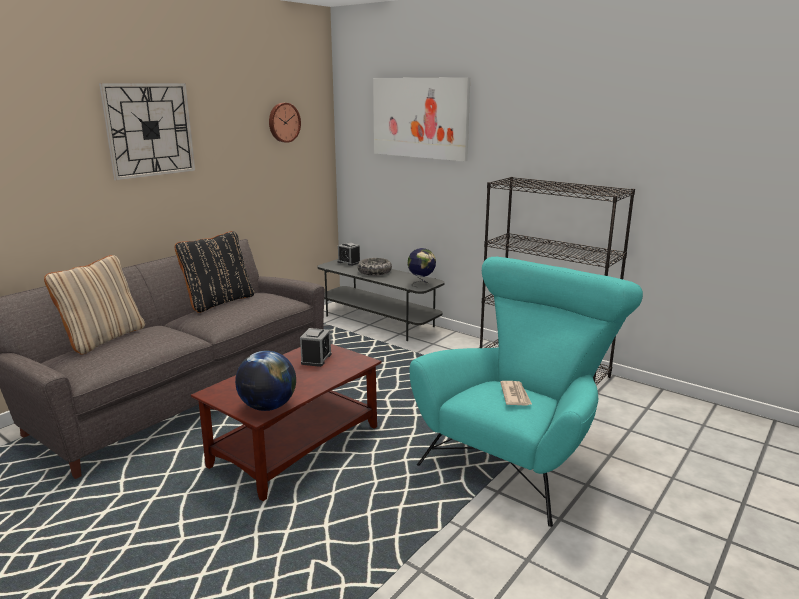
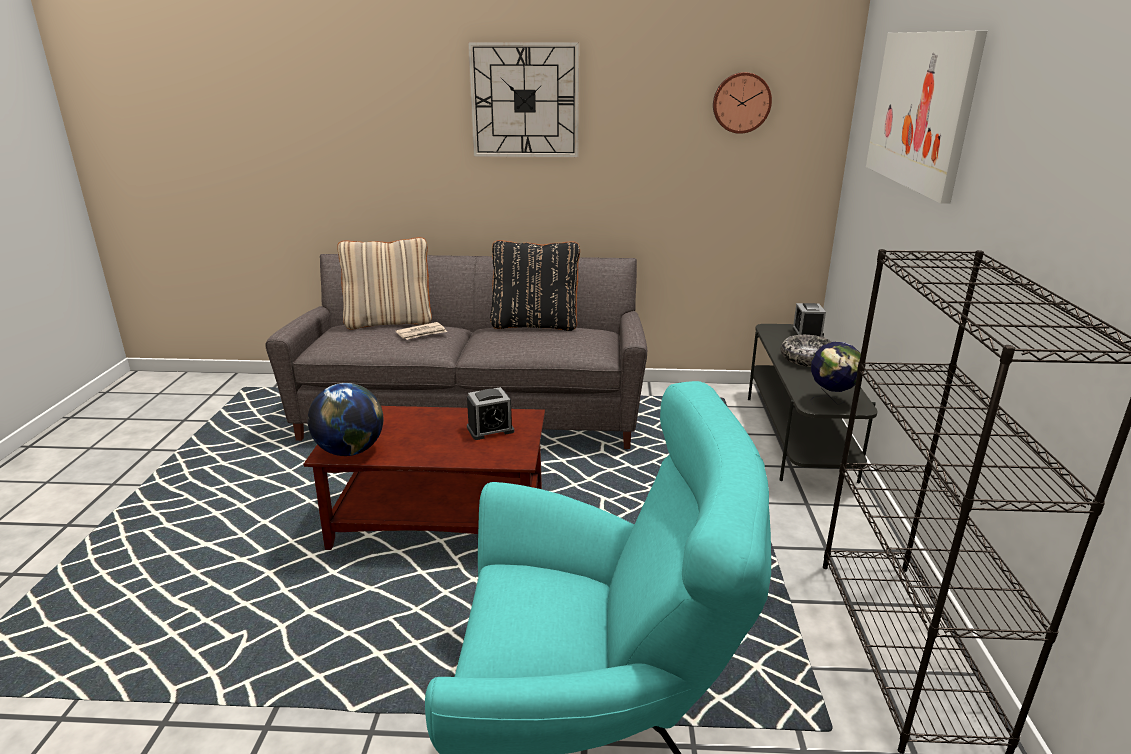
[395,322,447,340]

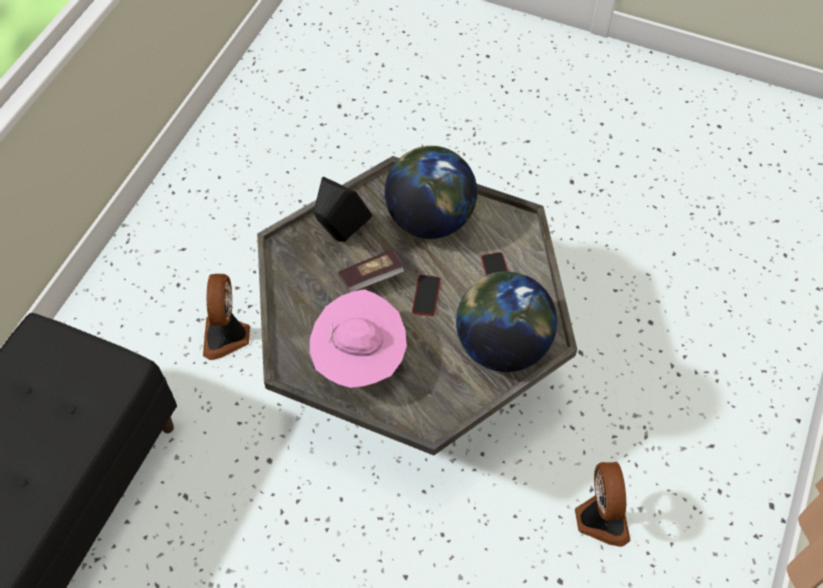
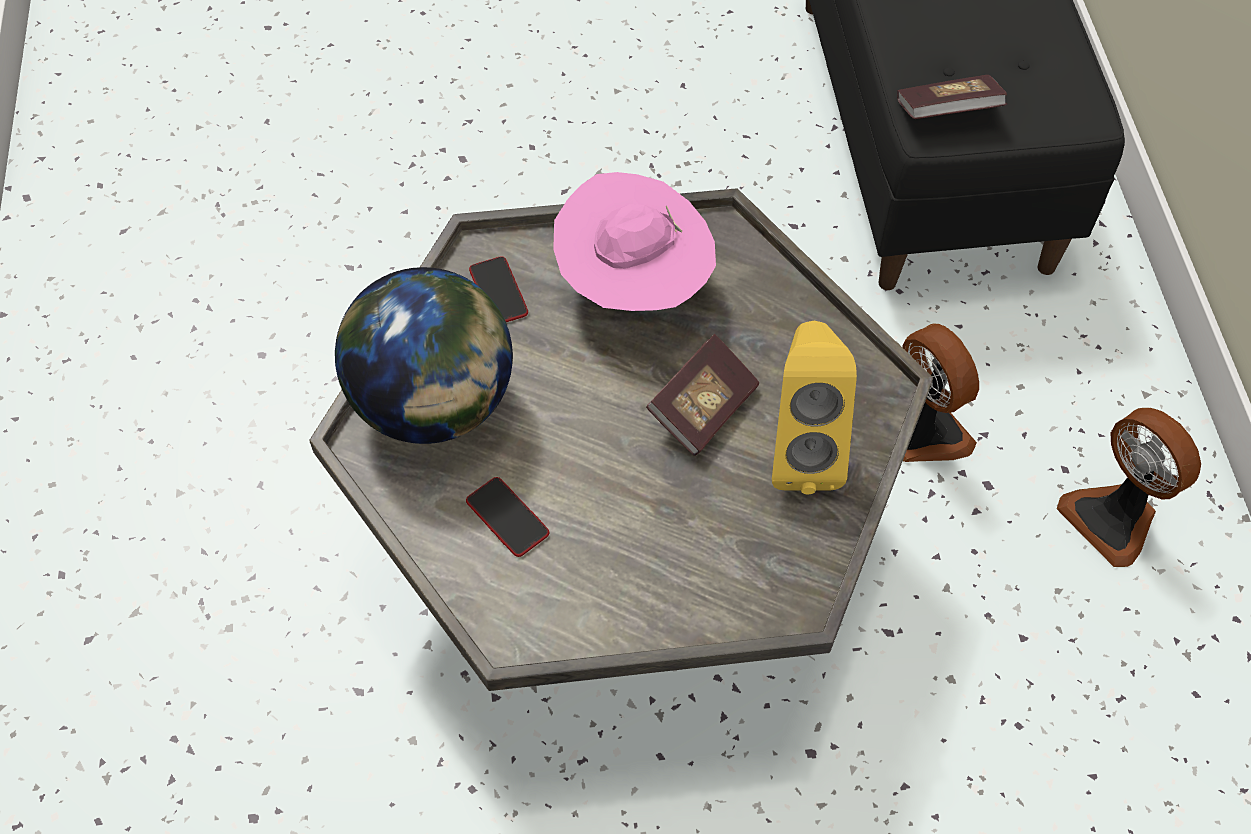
[385,146,477,239] (first image)
[897,75,1008,119]
[469,256,528,322]
[1057,408,1201,567]
[772,321,857,494]

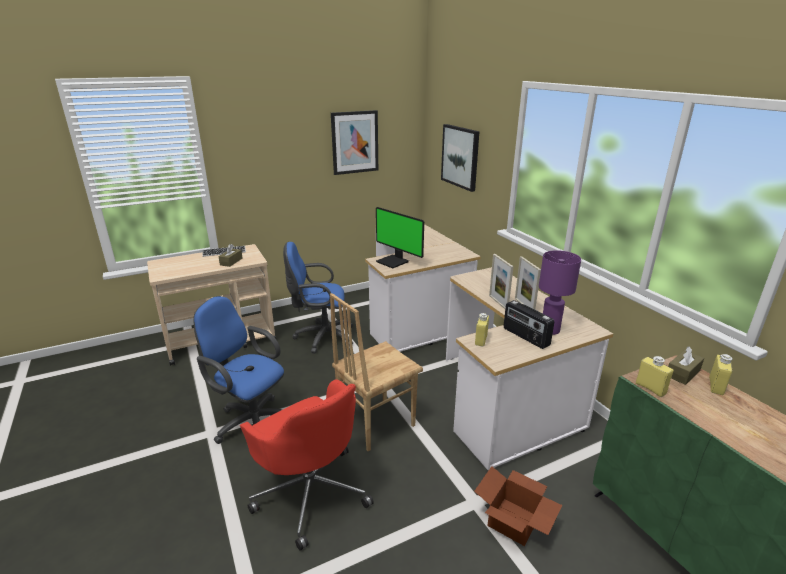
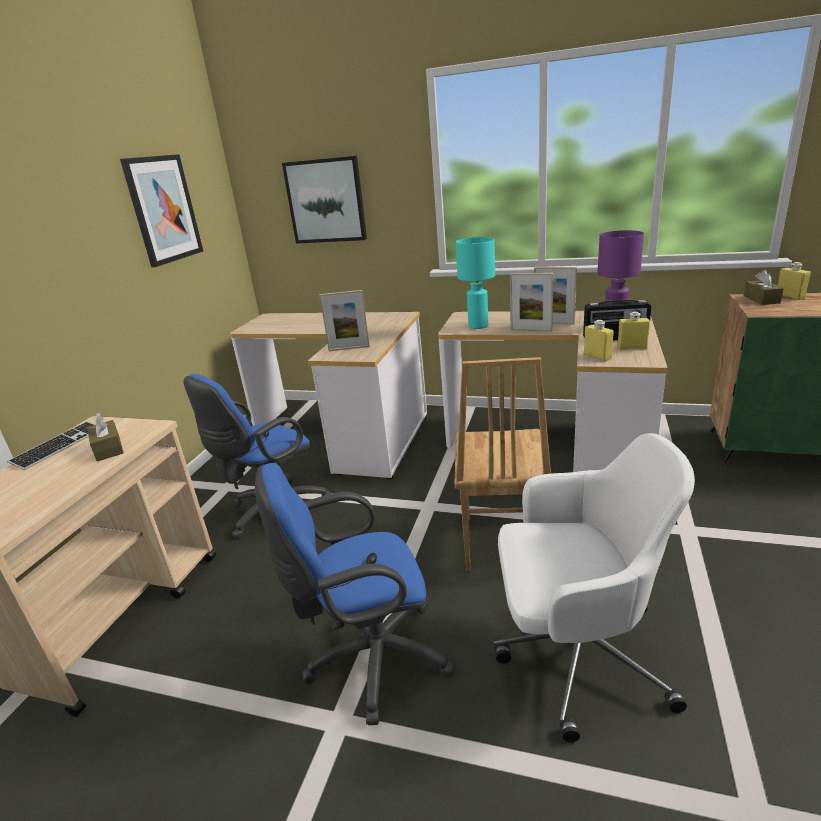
[474,466,562,546] (first image)
[456,237,495,329]
[617,312,650,350]
[320,290,370,351]
[494,433,695,743]

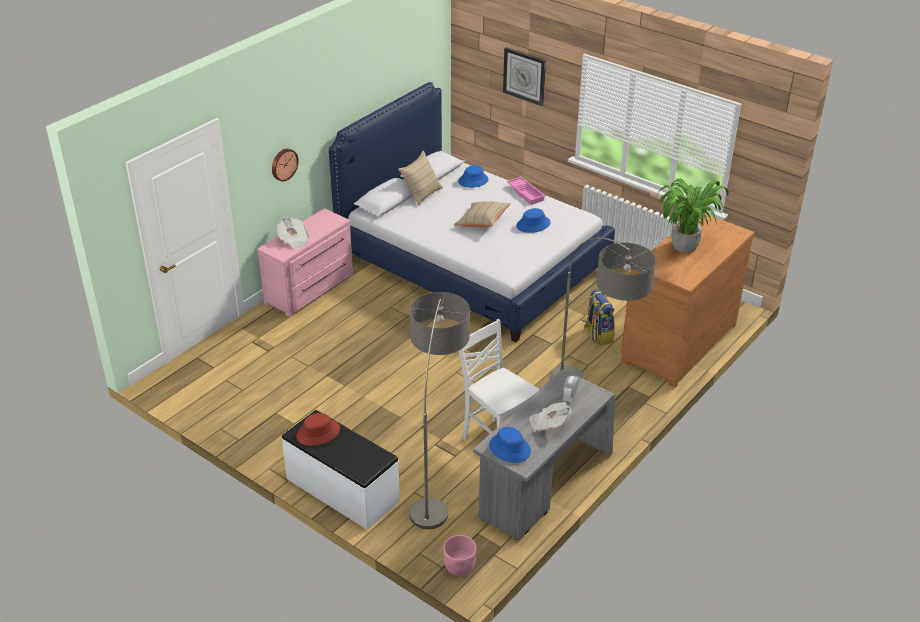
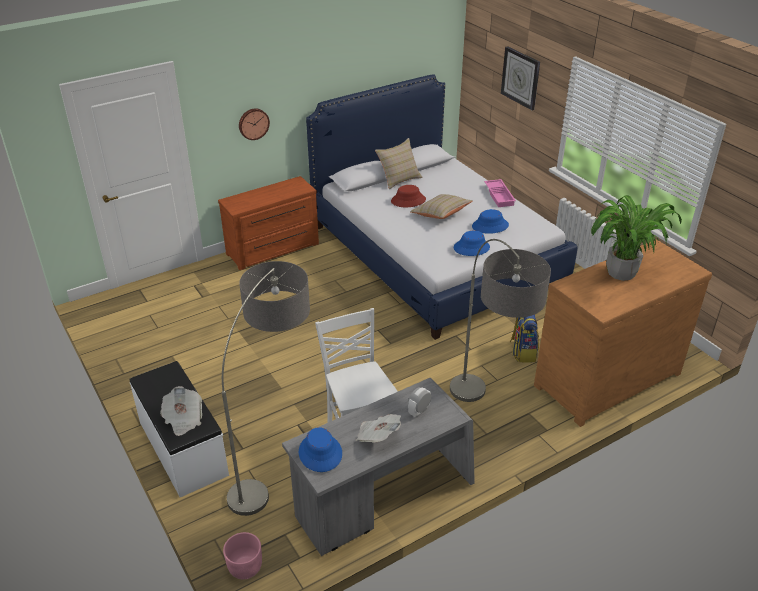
[160,386,202,436]
[391,185,426,207]
[454,231,490,256]
[218,176,319,270]

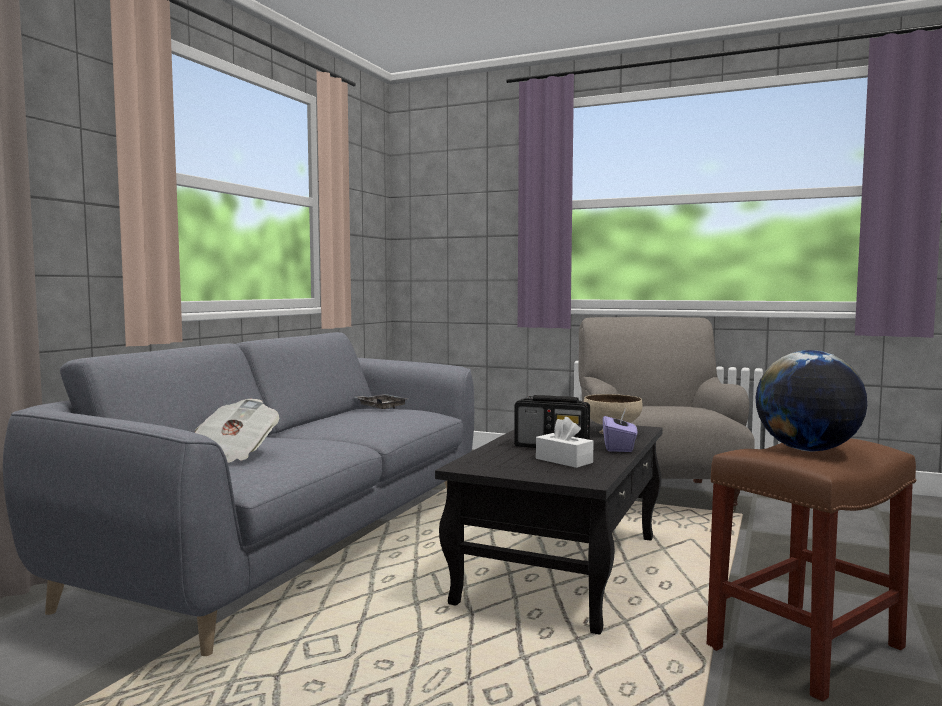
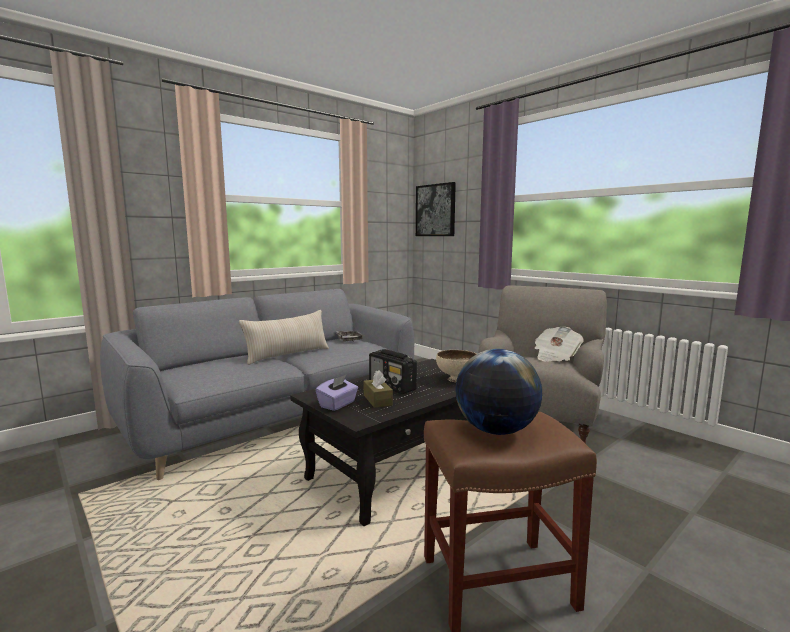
[239,310,329,365]
[416,182,456,236]
[535,327,584,361]
[316,375,358,411]
[364,370,393,408]

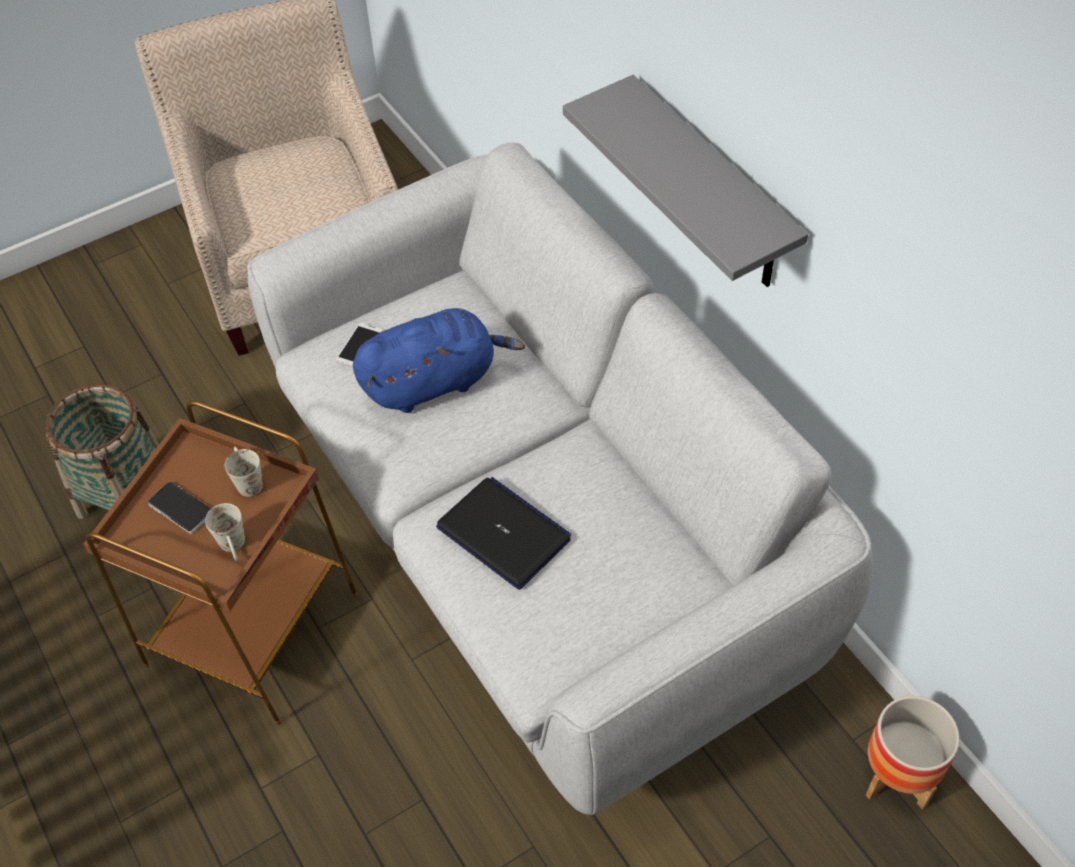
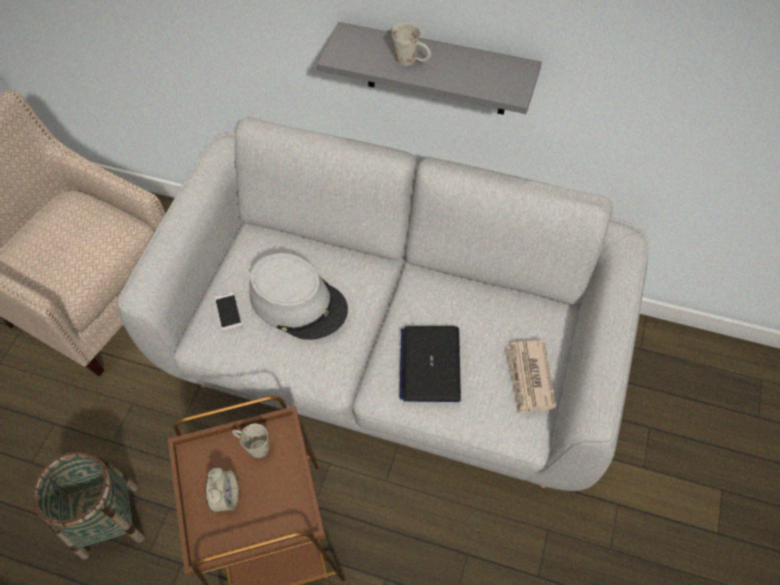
[866,696,960,810] (first image)
[505,340,556,414]
[391,23,431,66]
[205,467,239,512]
[249,253,348,340]
[400,326,461,402]

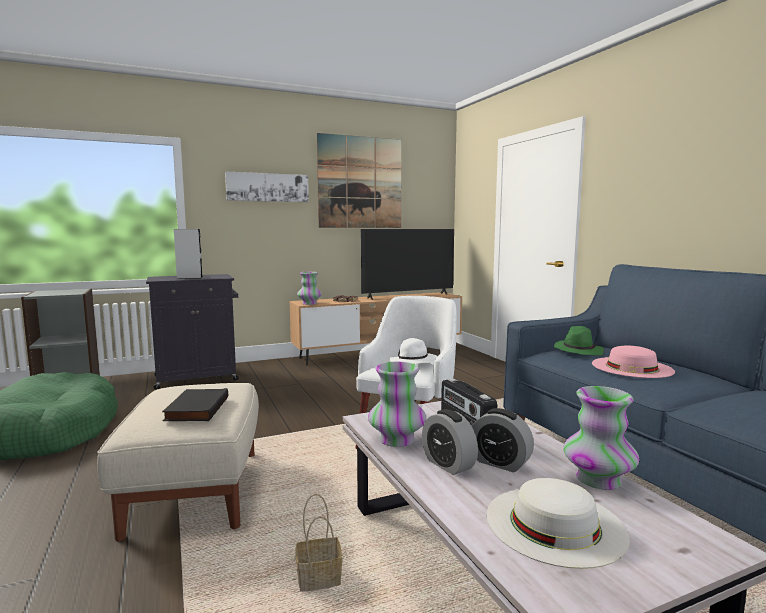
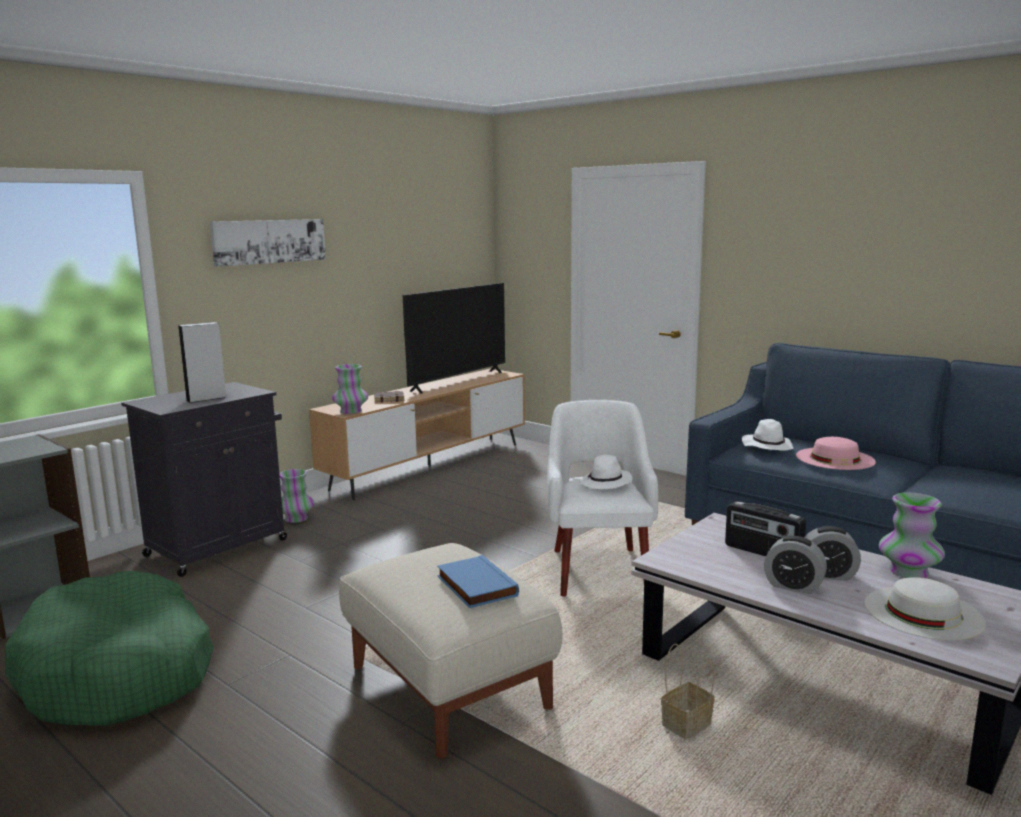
[317,133,402,228] (first image)
[279,469,315,523]
[437,555,519,608]
[742,419,794,451]

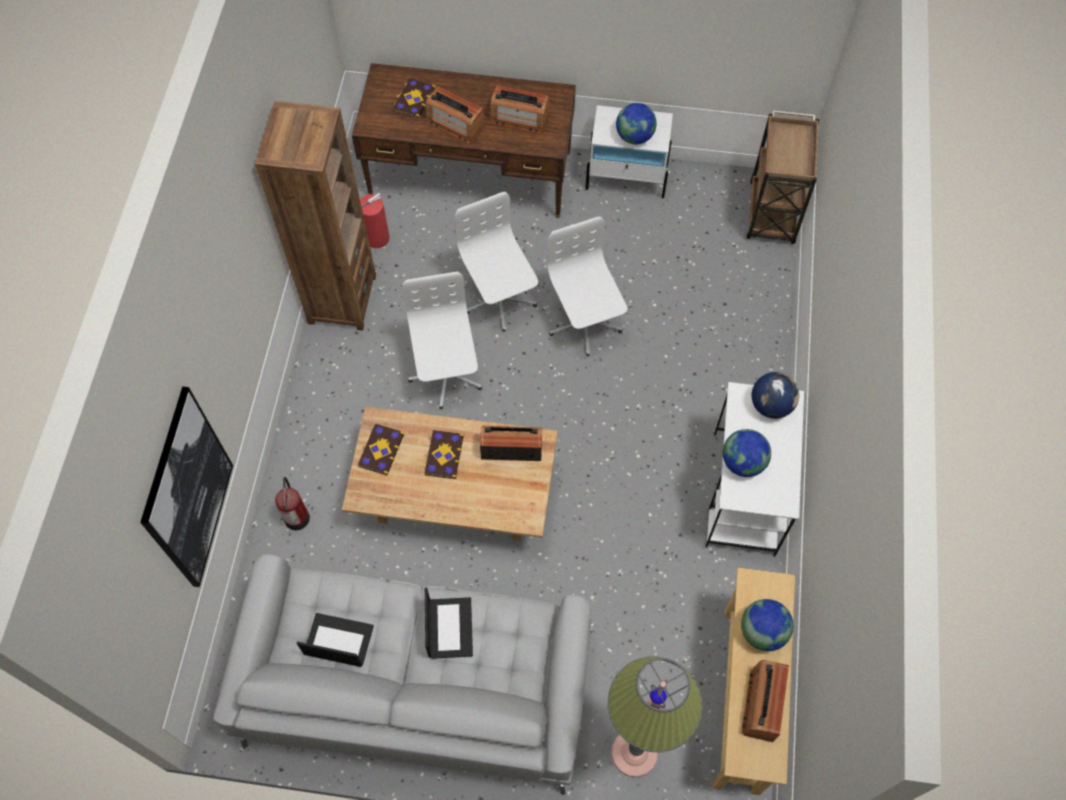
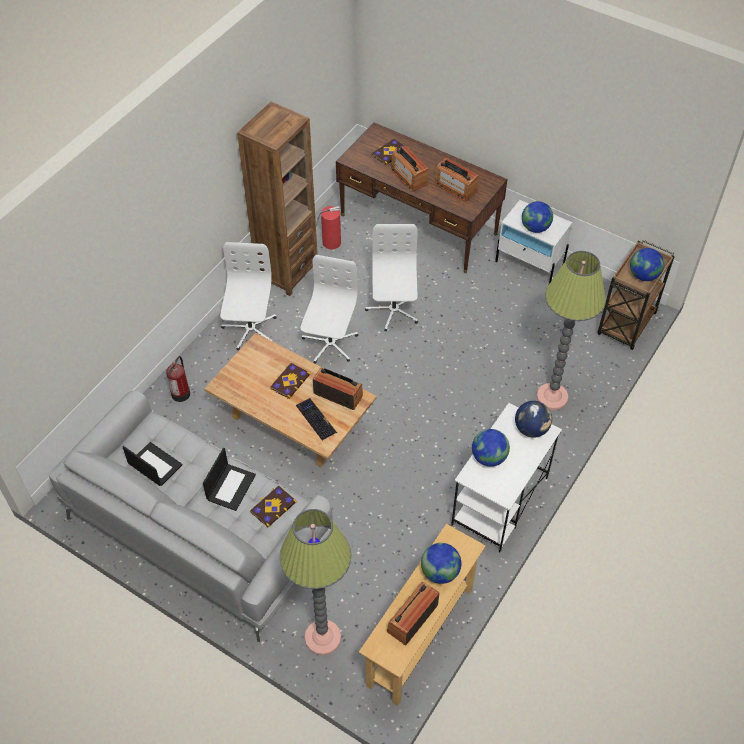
[140,386,233,587] (first image)
[296,398,337,441]
[537,251,606,410]
[630,248,664,281]
[250,486,297,528]
[220,242,277,351]

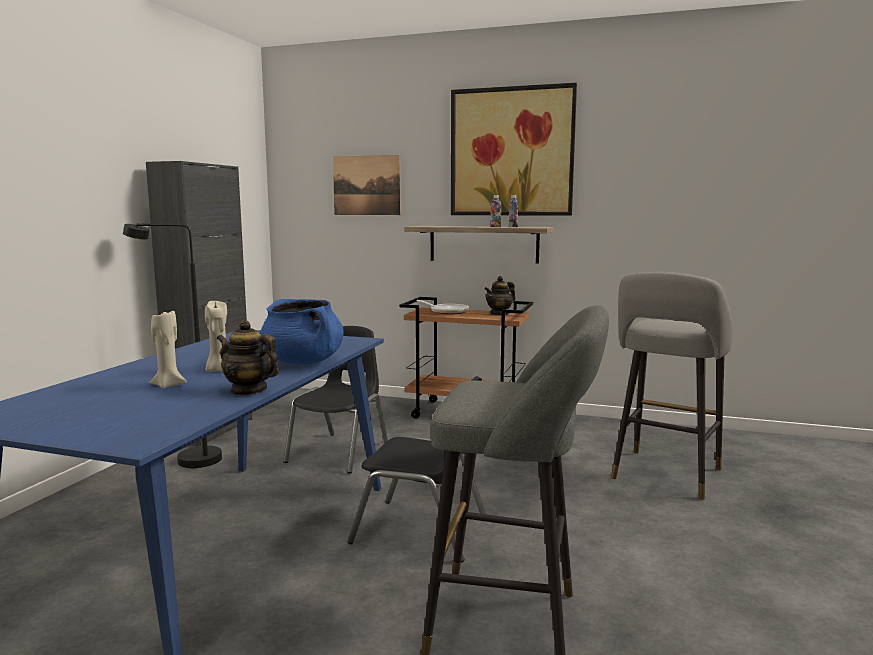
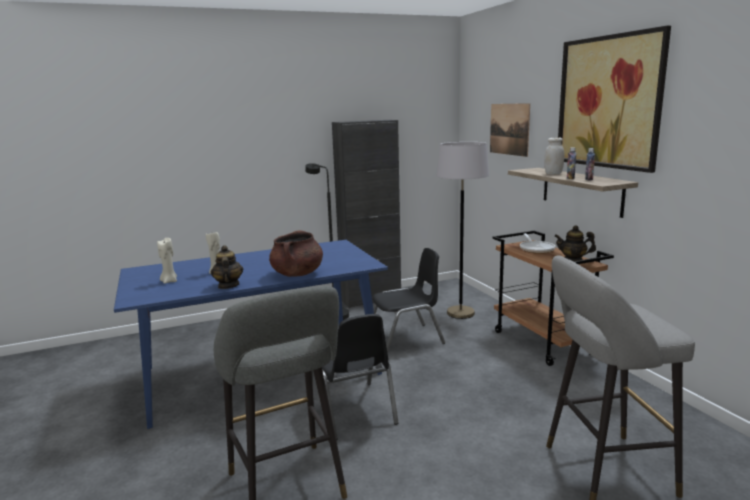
[436,142,489,319]
[544,137,564,174]
[157,238,177,284]
[269,230,323,277]

